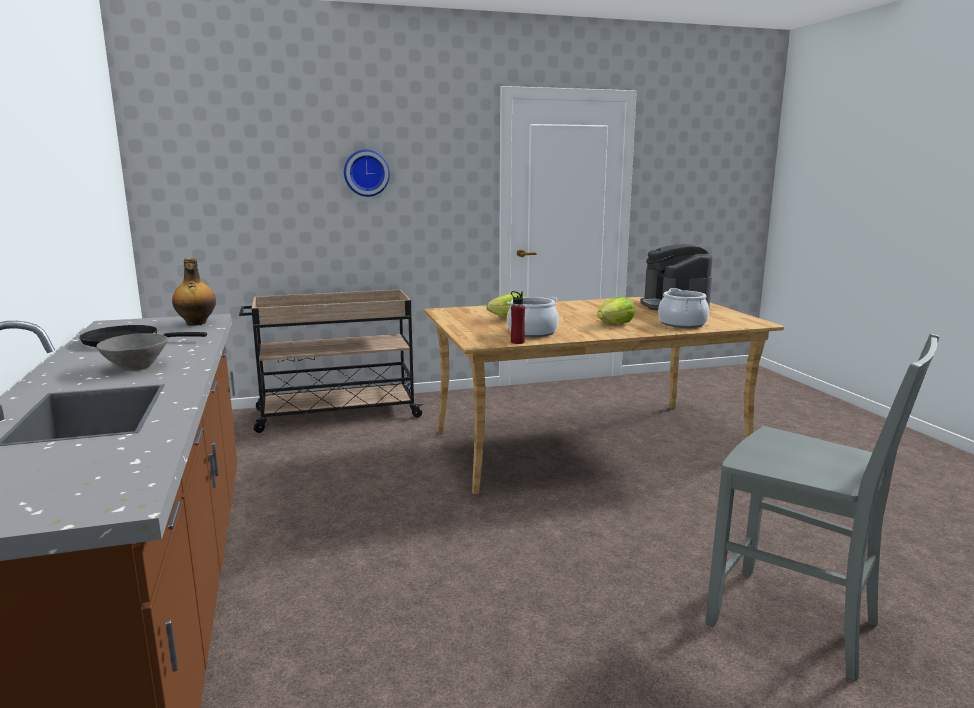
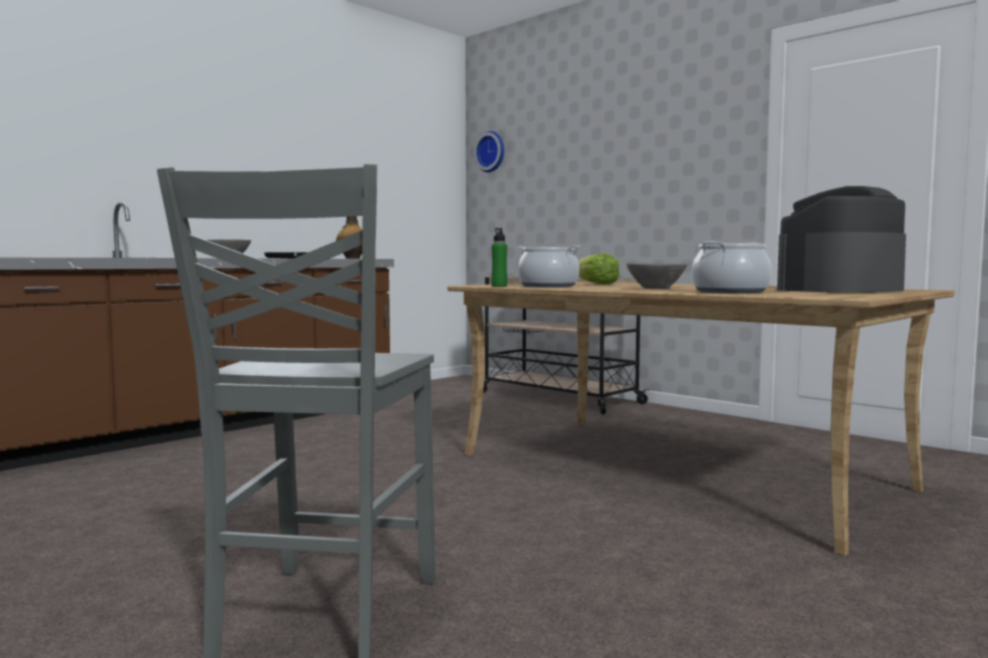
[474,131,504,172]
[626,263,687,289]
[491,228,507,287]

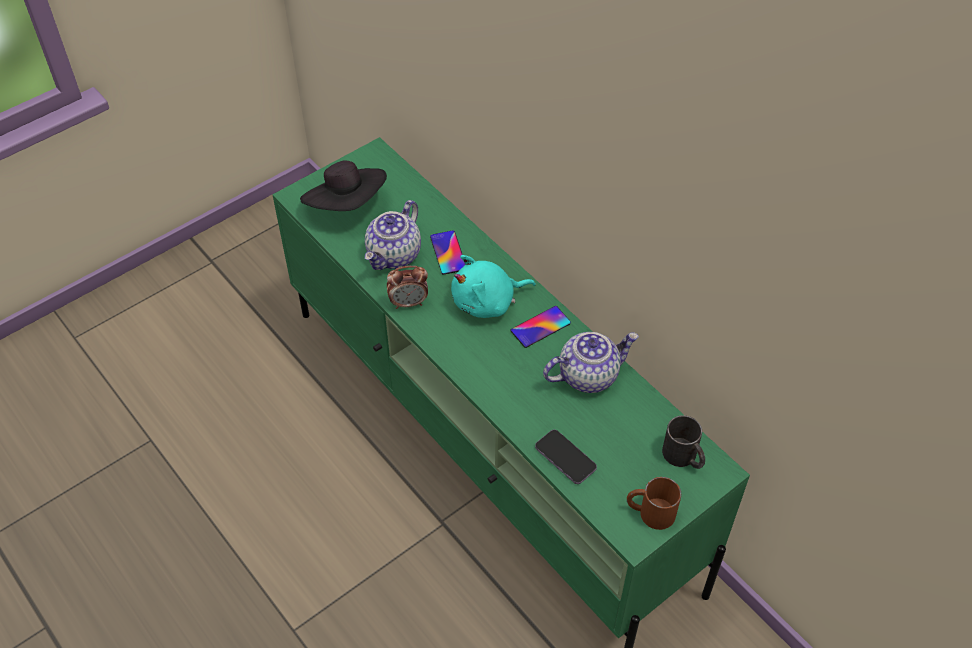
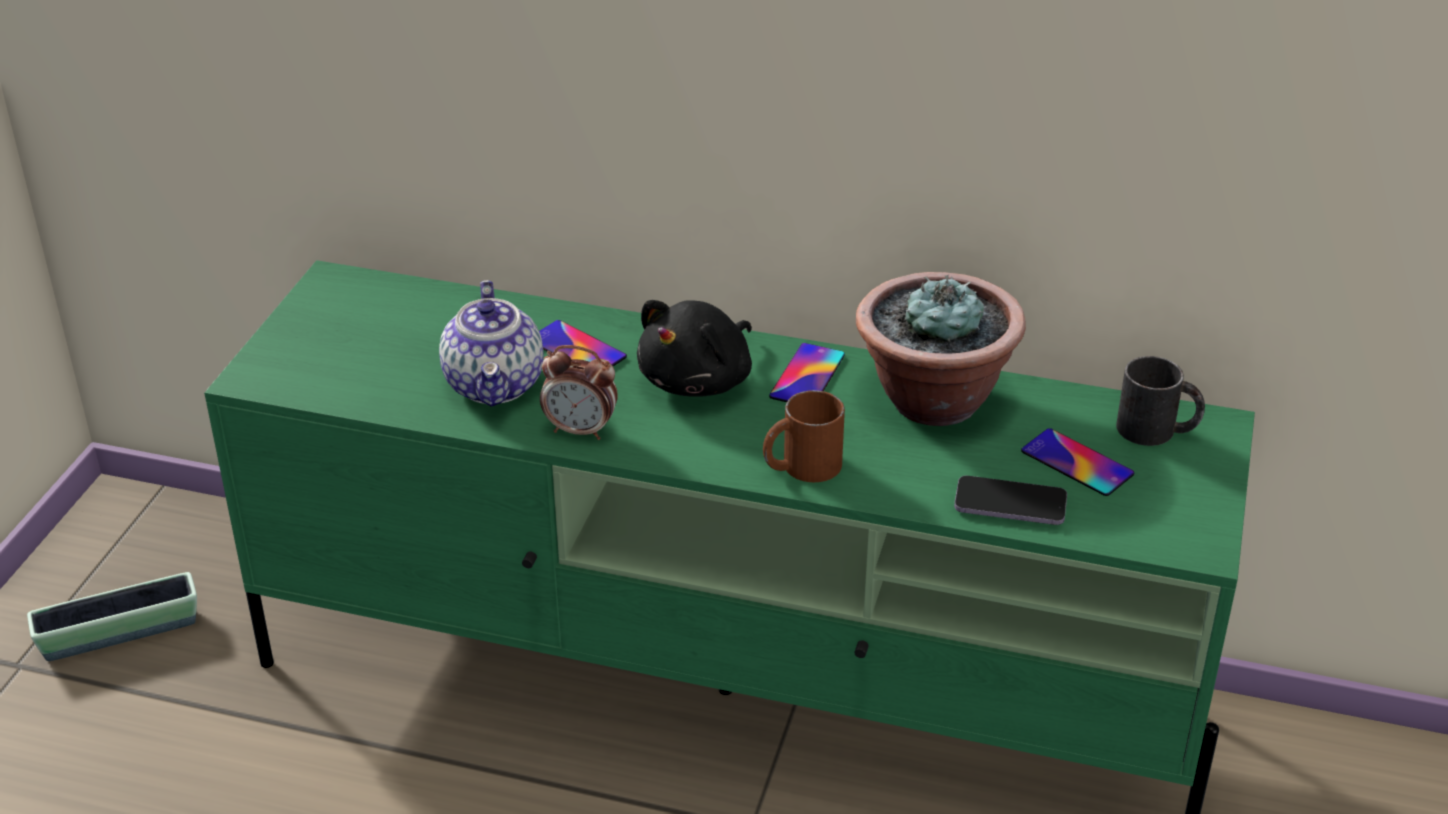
[300,161,387,211] (first image)
[27,572,197,661]
[1021,428,1134,496]
[763,390,845,482]
[856,272,1026,426]
[637,300,752,397]
[540,345,618,440]

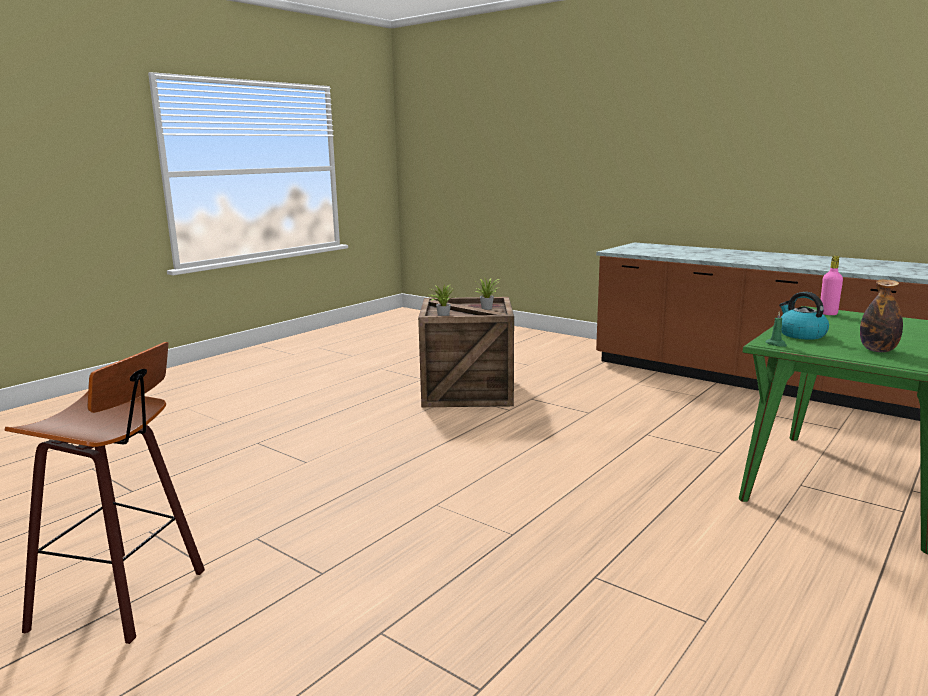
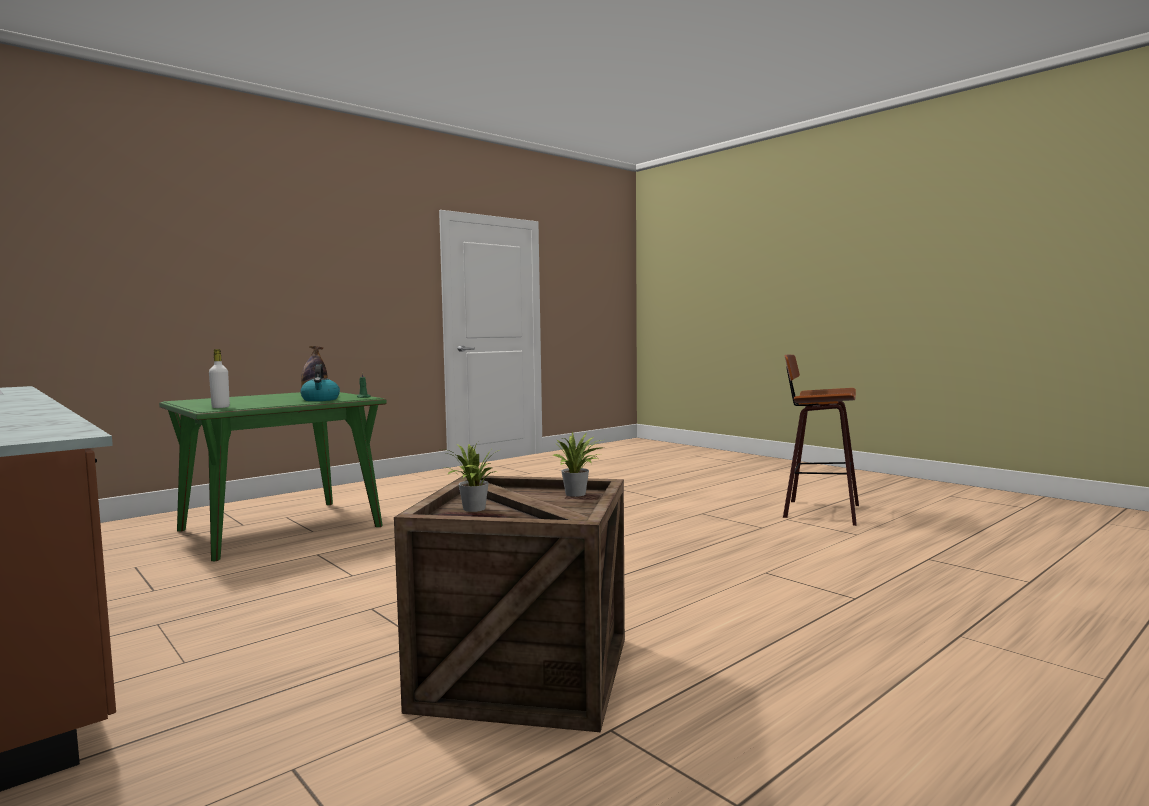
[209,349,230,408]

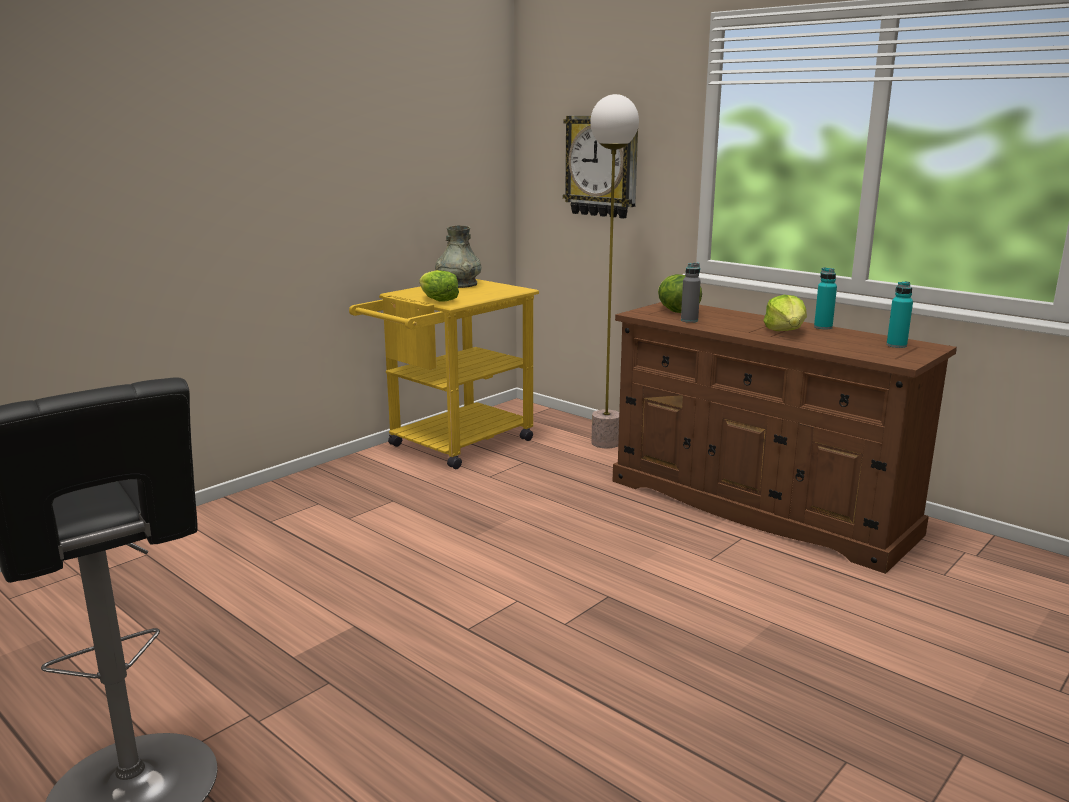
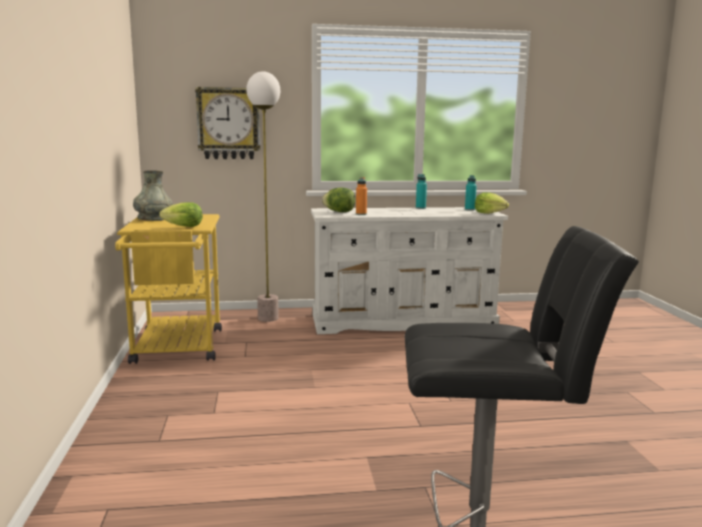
[475,192,509,214]
[311,207,508,334]
[356,177,367,215]

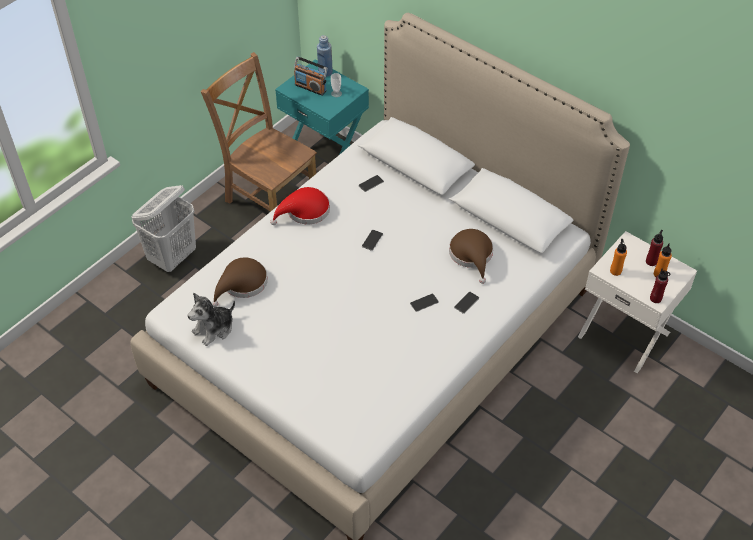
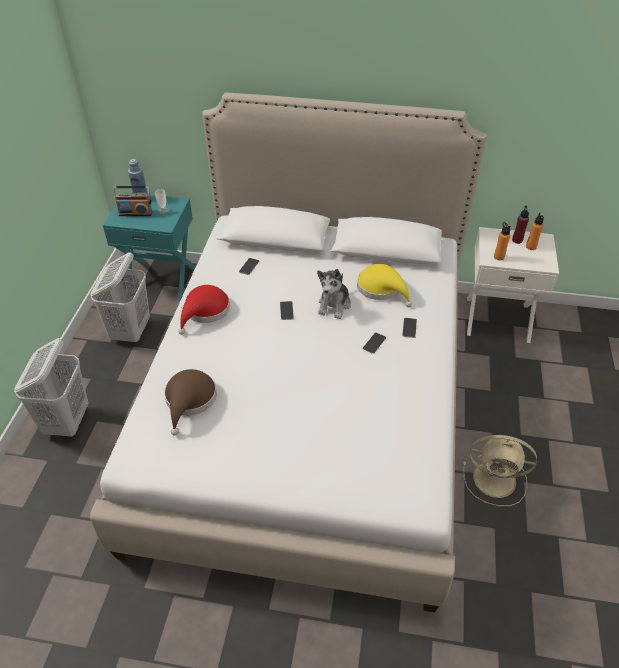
[650,269,670,303] (first image)
[463,435,537,506]
[317,269,351,319]
[91,252,150,343]
[357,264,412,307]

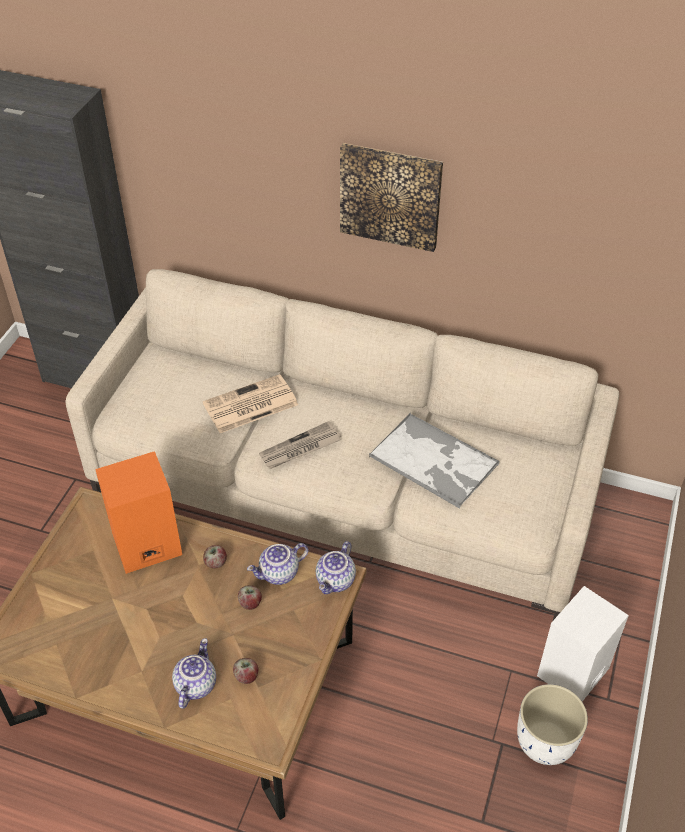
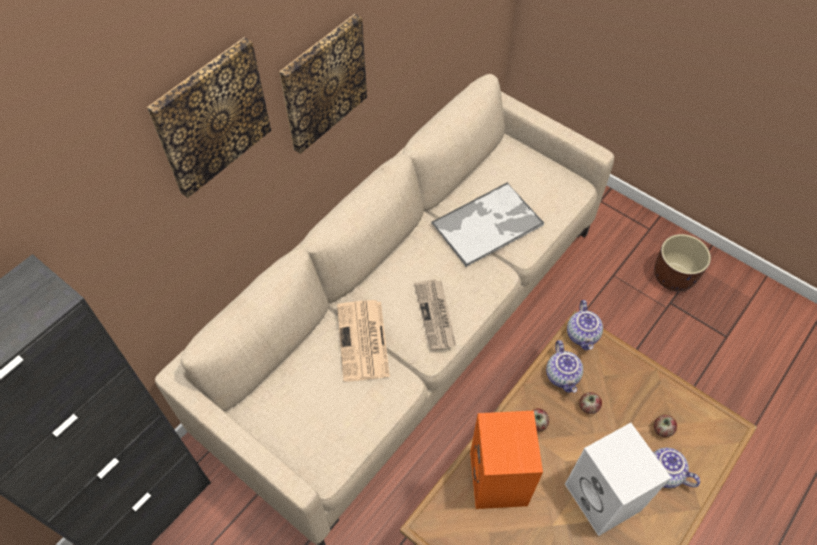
[147,37,271,198]
[565,423,671,536]
[654,234,711,292]
[567,300,603,350]

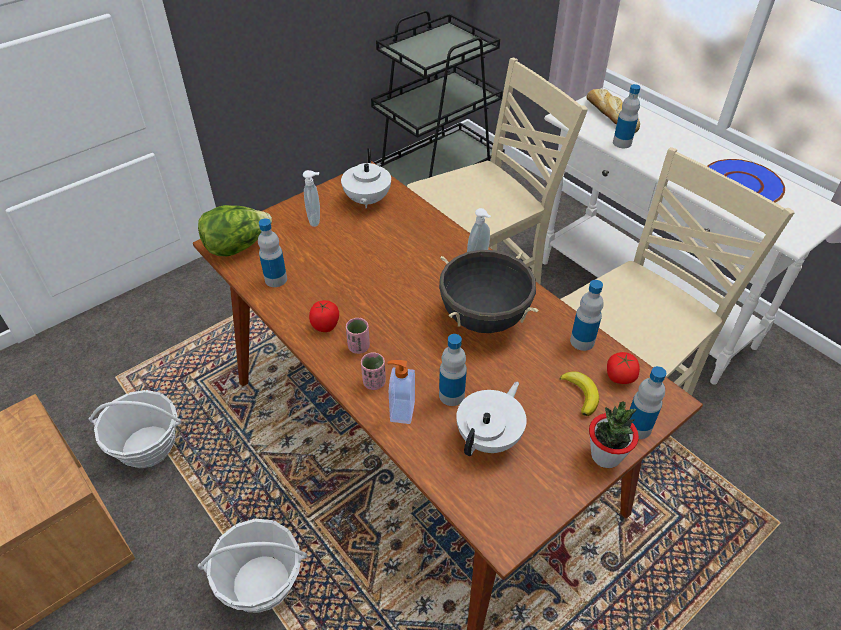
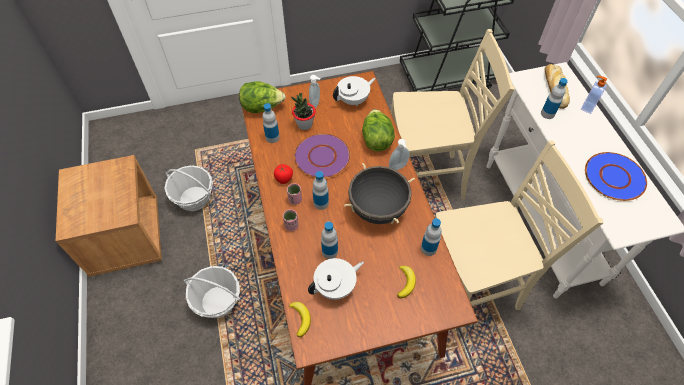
[607,352,640,384] (first image)
[289,302,311,337]
[294,133,351,178]
[362,109,395,152]
[580,76,607,114]
[291,93,316,130]
[313,171,329,210]
[333,76,376,106]

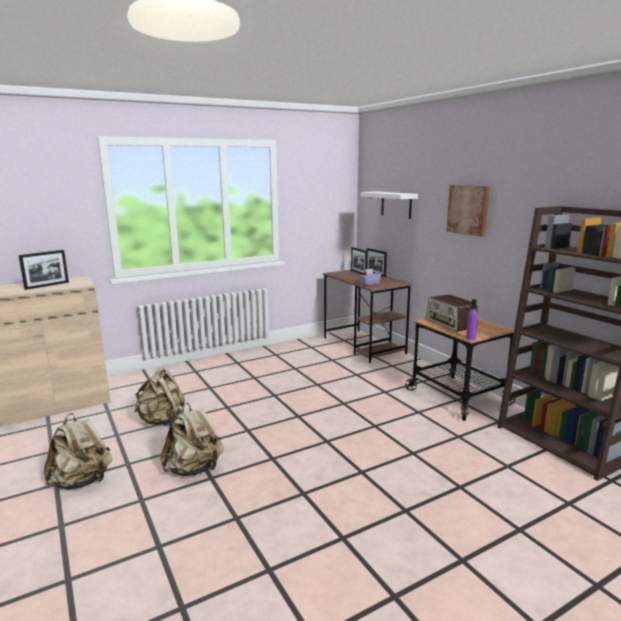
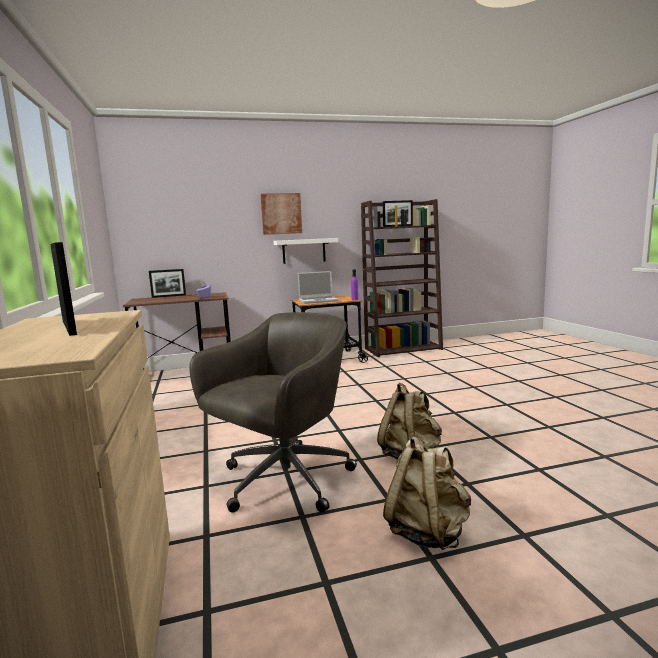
[383,200,413,227]
[273,238,338,264]
[189,312,357,513]
[298,271,338,304]

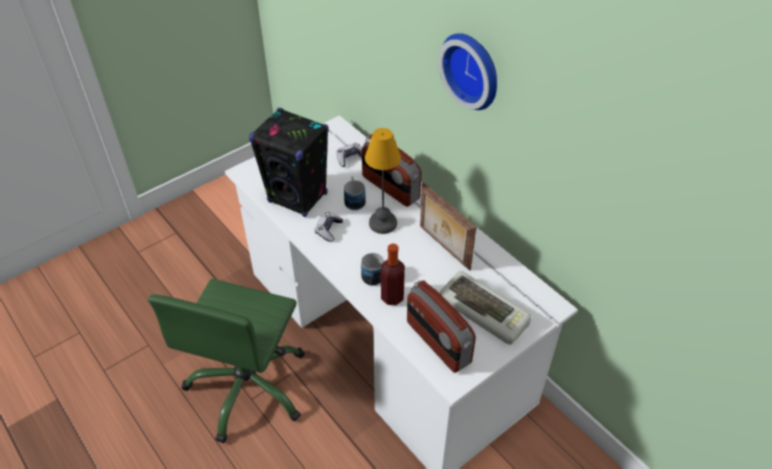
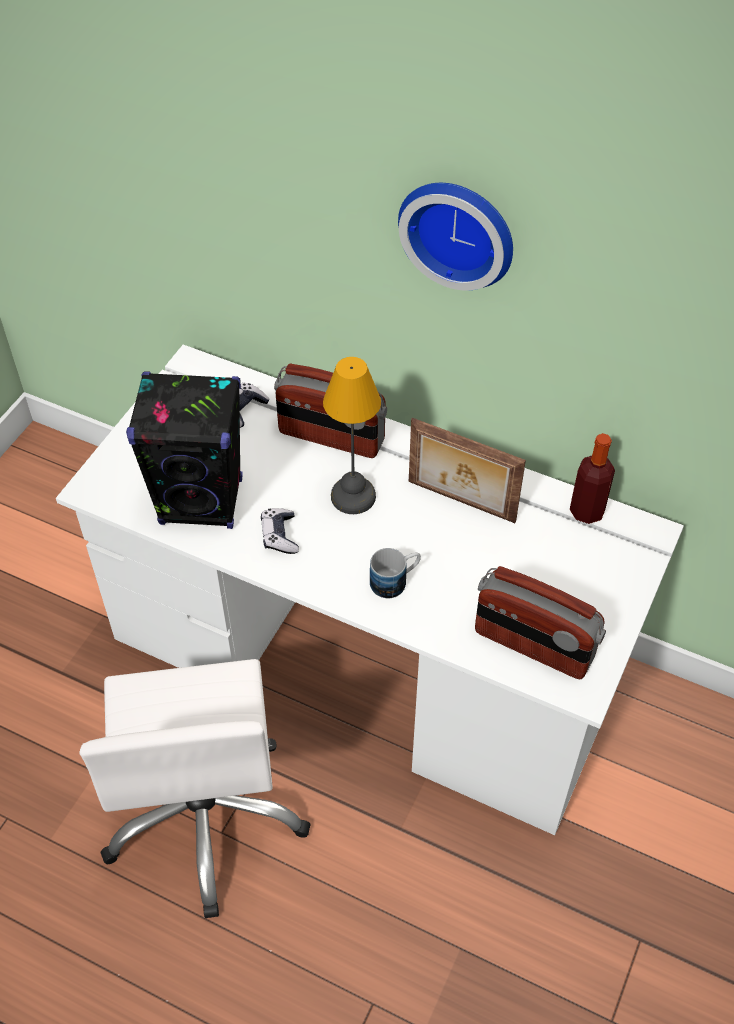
[344,176,366,210] (first image)
[440,271,531,345] (first image)
[570,433,615,524]
[79,659,311,918]

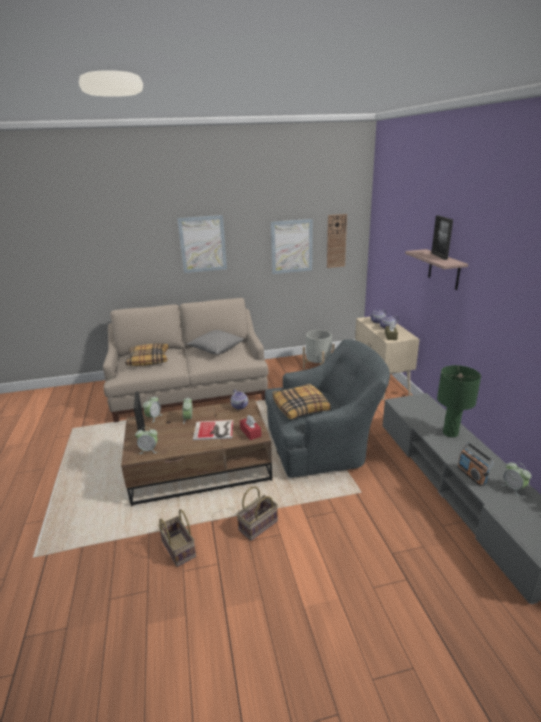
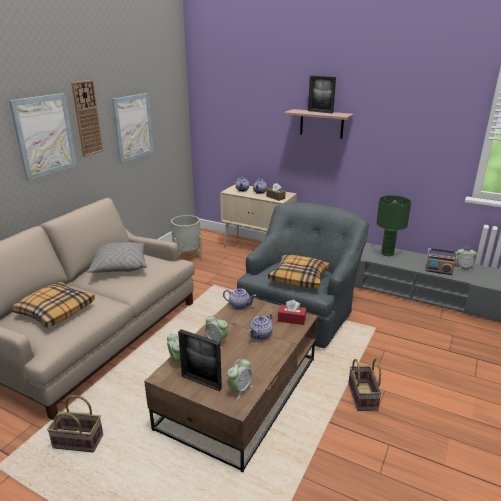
[47,395,103,452]
[71,80,103,157]
[249,313,273,340]

